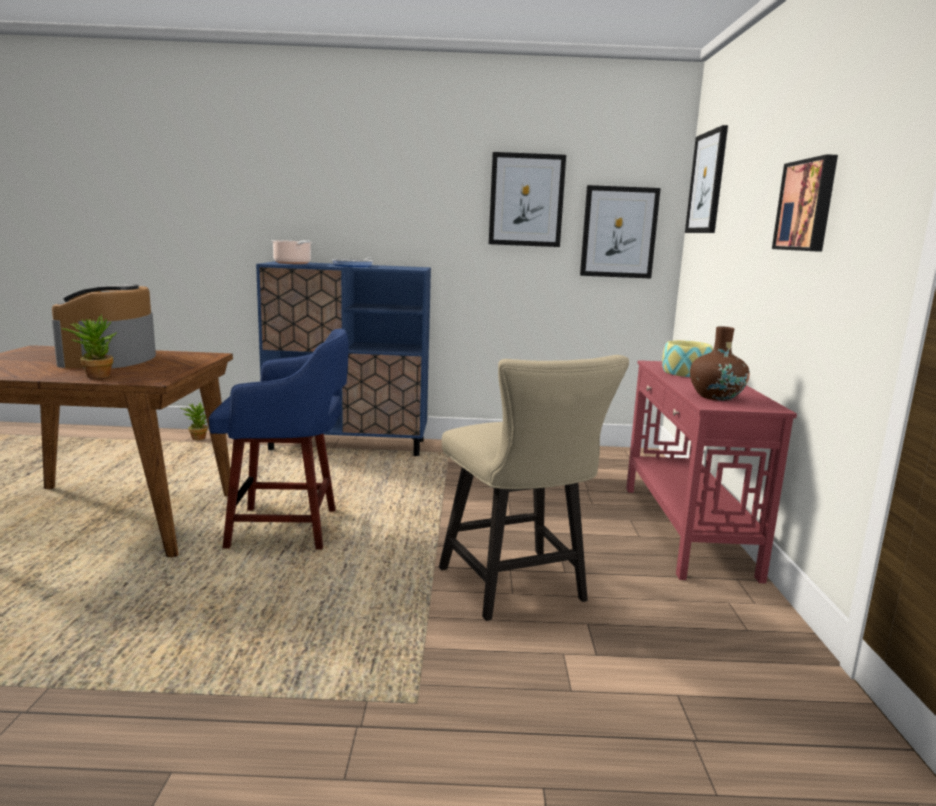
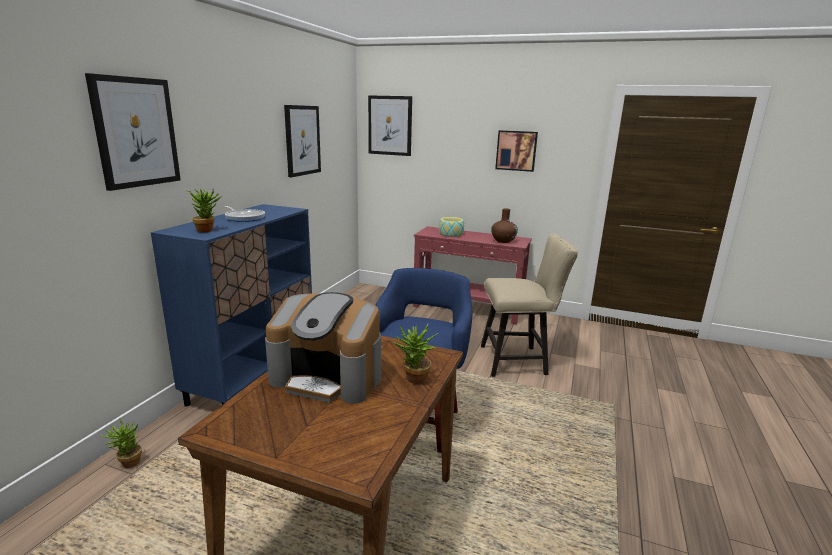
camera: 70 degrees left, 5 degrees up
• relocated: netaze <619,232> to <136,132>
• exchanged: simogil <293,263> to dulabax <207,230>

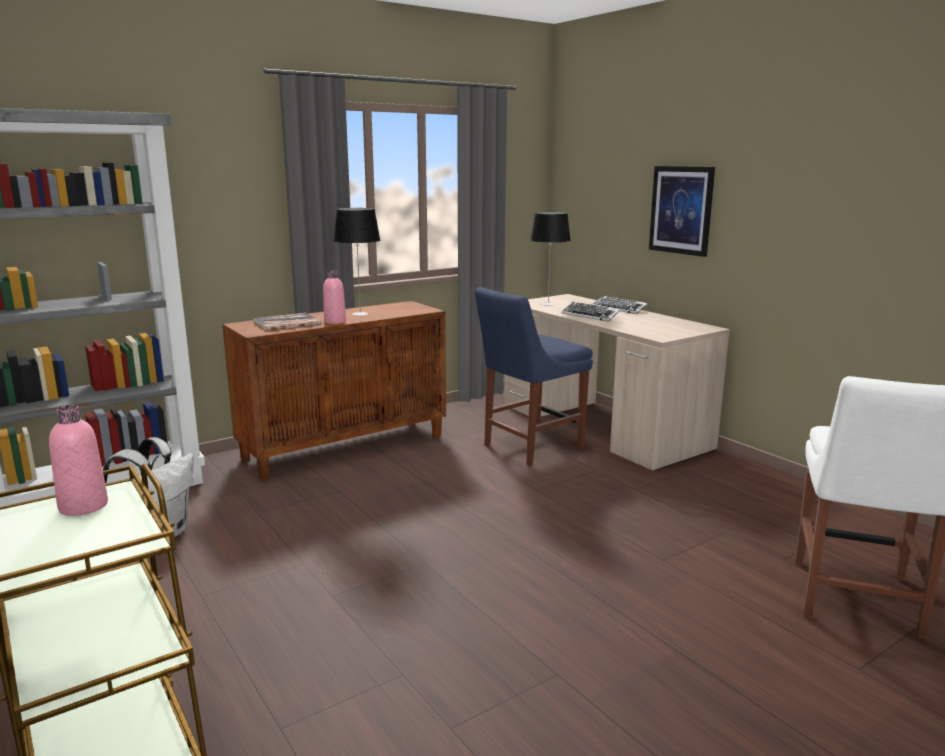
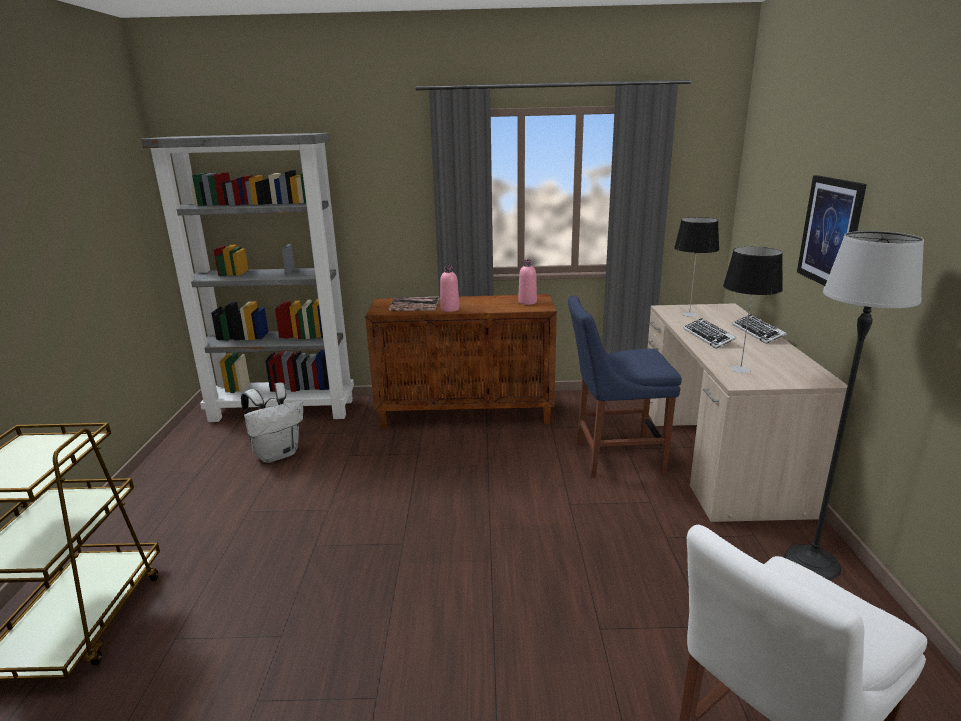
camera: 35 degrees right, 5 degrees up
• relocated: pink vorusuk <83,506> to <527,302>
• relocated: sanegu <360,313> to <740,369>
• appeared: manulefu <812,562>

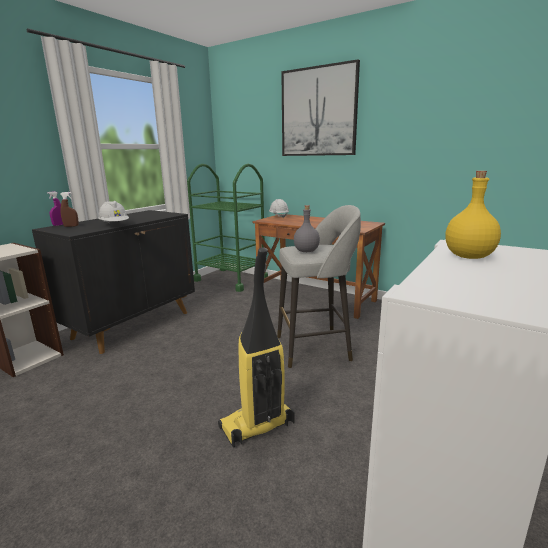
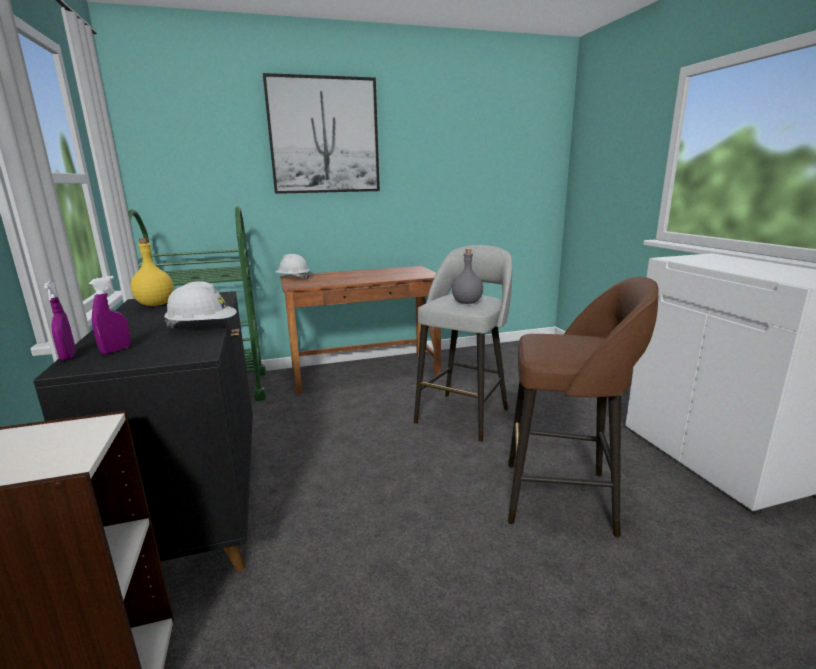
camera: 50 degrees left, 0 degrees up
• colour: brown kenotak <71,226> to purple kenotak <116,350>
• relocated: yellow vorusuk <467,256> to <155,304>
• exchanged: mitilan <256,426> to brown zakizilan <562,498>

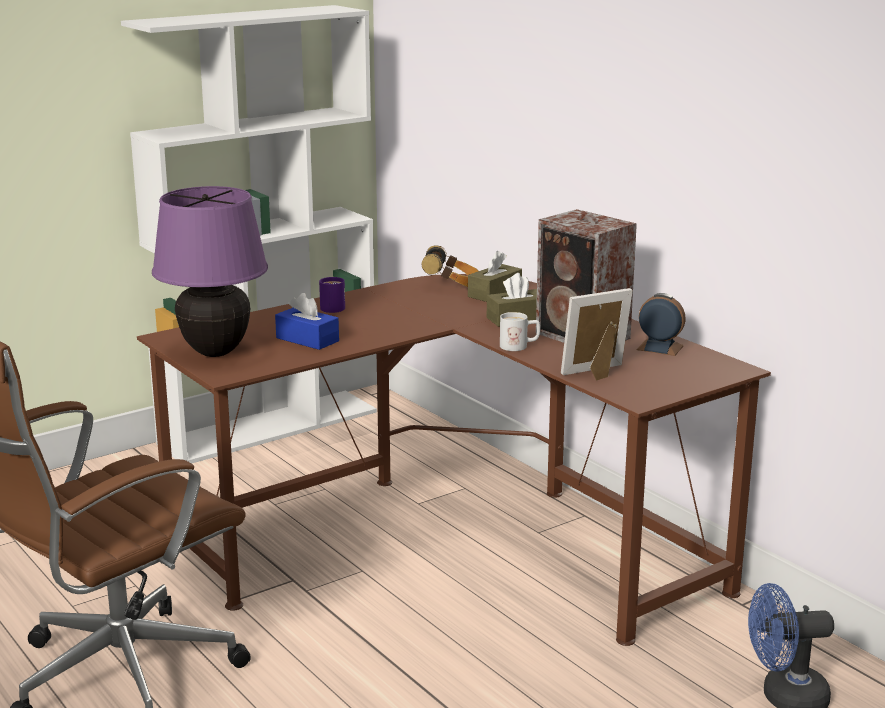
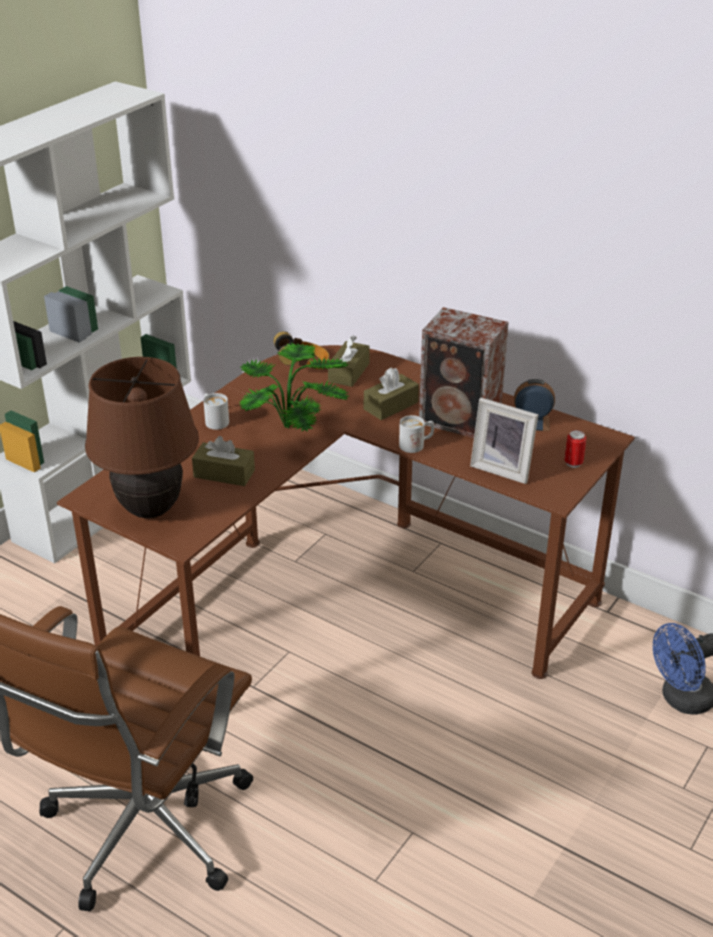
camera: 20 degrees left, 15 degrees up
• colour: purple sanegu <215,352> to brown sanegu <151,510>
• colour: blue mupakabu <307,339> to brown mupakabu <224,473>
• colour: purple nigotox <331,307> to white nigotox <214,420>
• appeared: dulabax <294,427>
• spun: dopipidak <598,373> = <503,468> 105 degrees counterclockwise
• appeared: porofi <573,463>

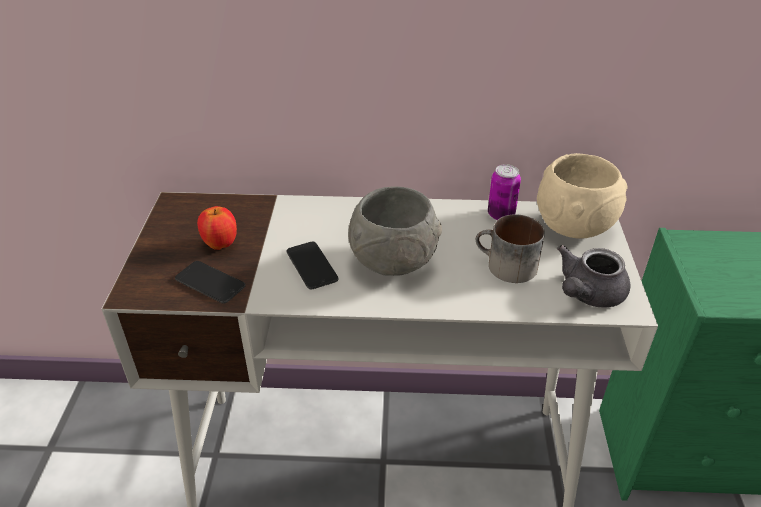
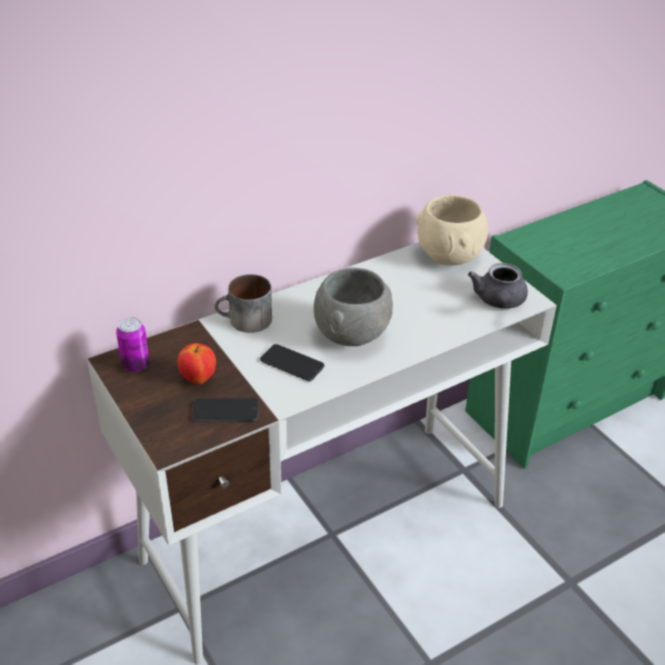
camera: 35 degrees left, 0 degrees up
• relocated: porofi <501,215> to <136,365>
• relocated: nigotox <505,266> to <245,321>

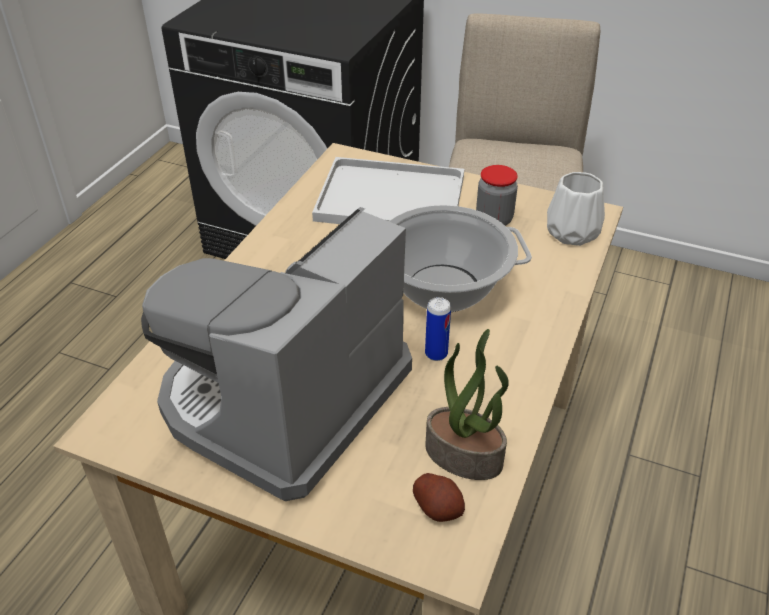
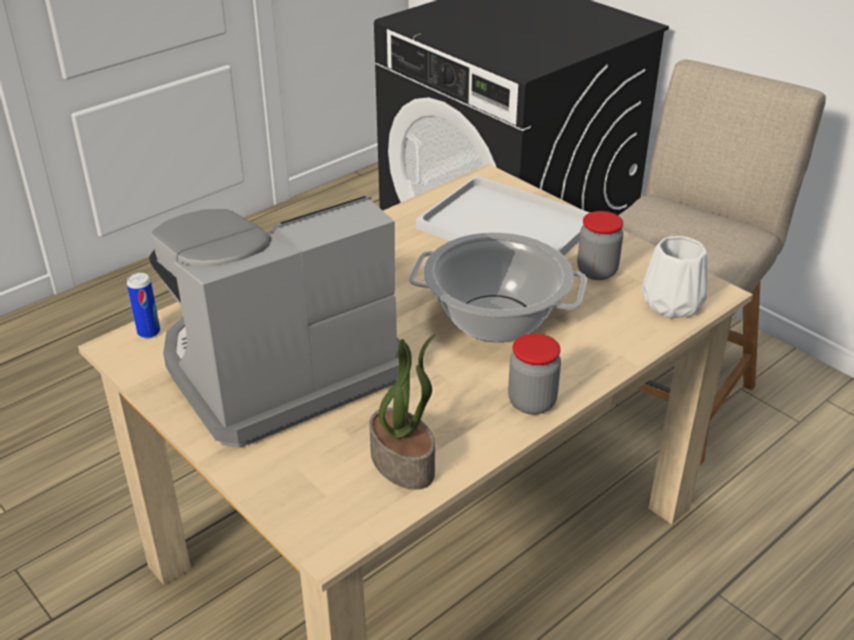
camera: 25 degrees right, 5 degrees down
• relocated: porofi <436,354> to <149,332>
• appeared: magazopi <532,402>
• missing: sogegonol <438,507>

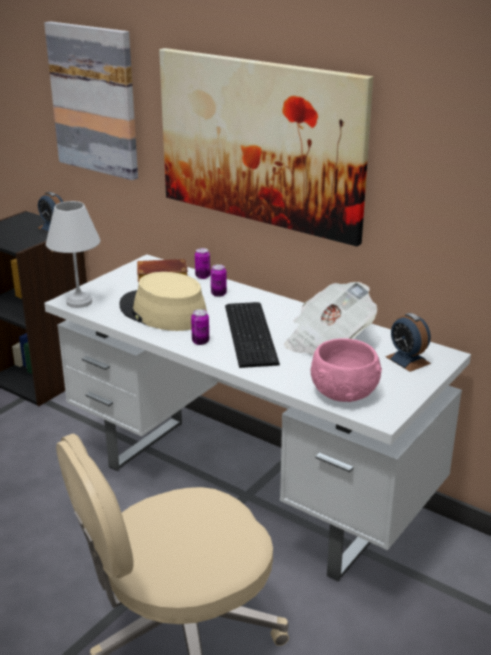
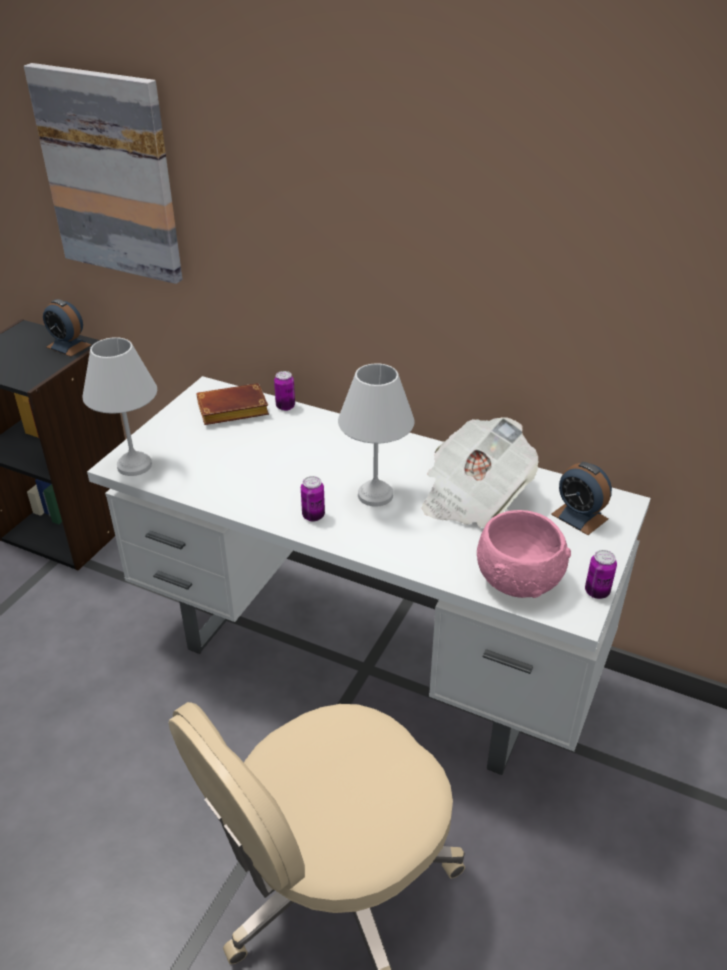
camera: 10 degrees left, 10 degrees up
• exchanged: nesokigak <252,333> to white sanegu <375,494>
• relocated: porofi <218,294> to <597,592>
• missing: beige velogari <163,312>
• missing: netaze <260,142>

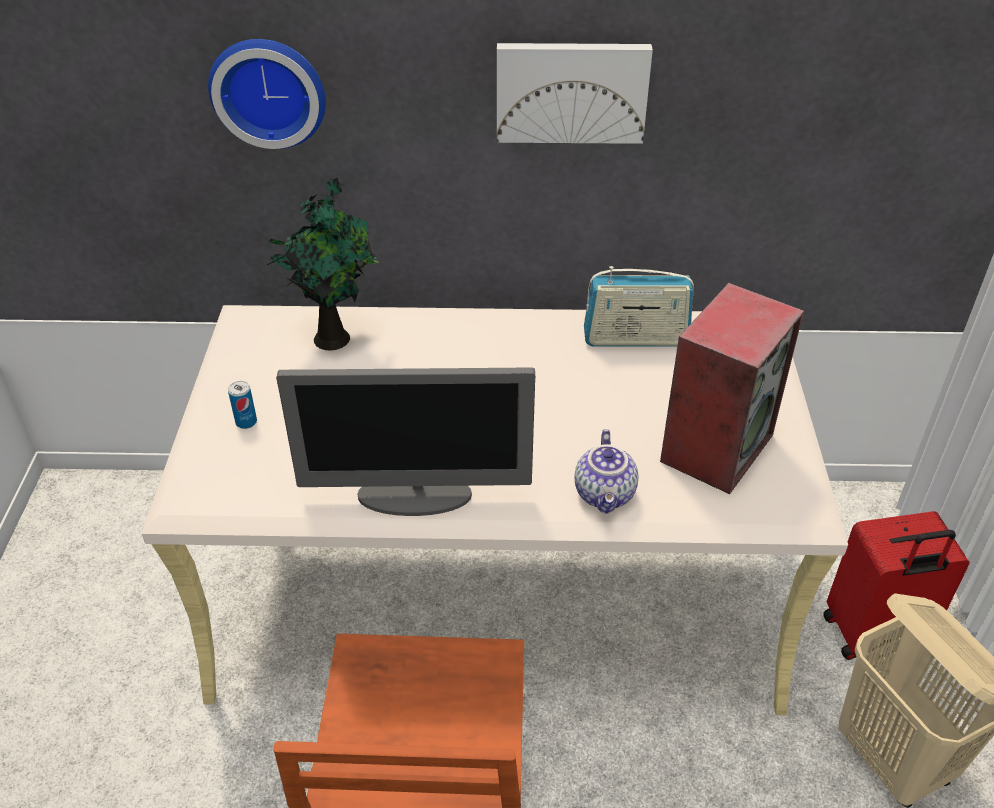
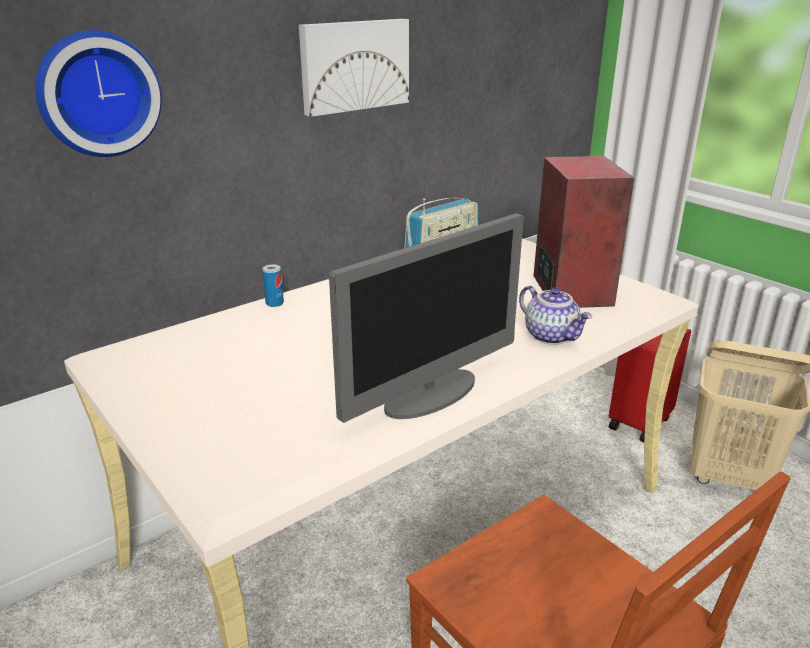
camera: 40 degrees left, 15 degrees down
• relocated: porofi <246,422> to <274,303>
• missing: dulabax <334,337>

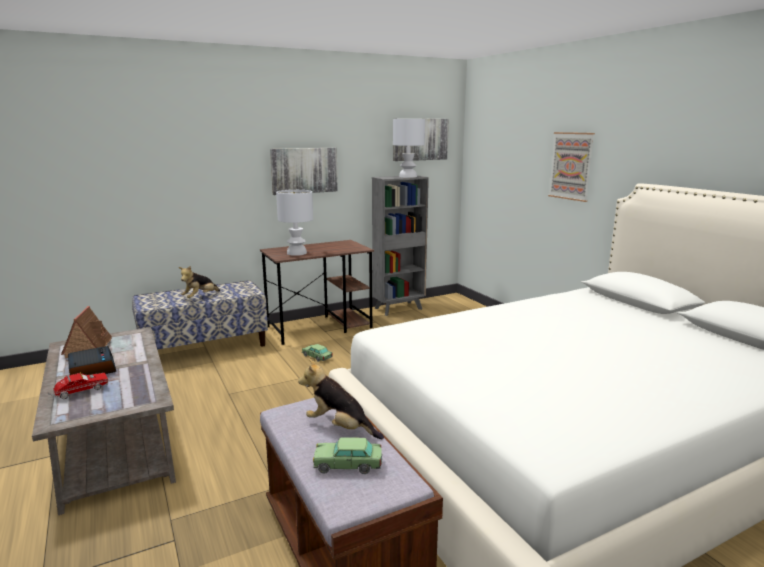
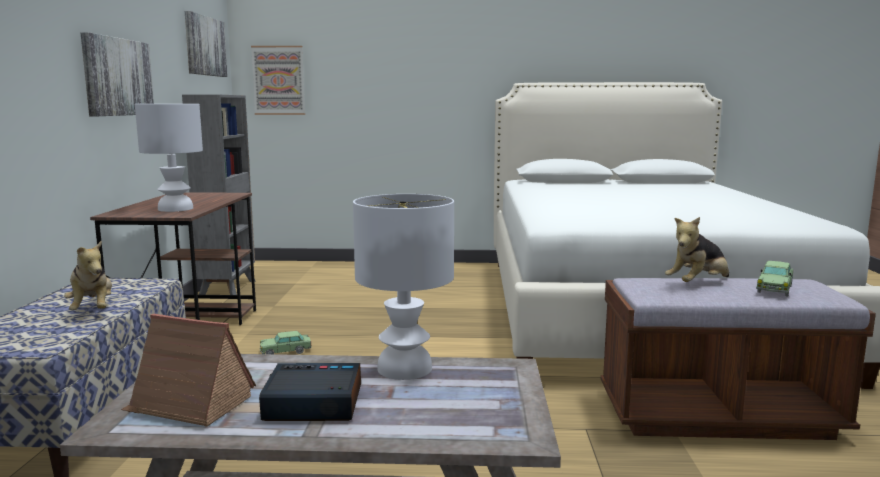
camera: 60 degrees left, 5 degrees down
• relocated: netaze <571,166> to <278,80>
• relocated: white sanegu <408,176> to <405,368>
• missing: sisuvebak <79,392>

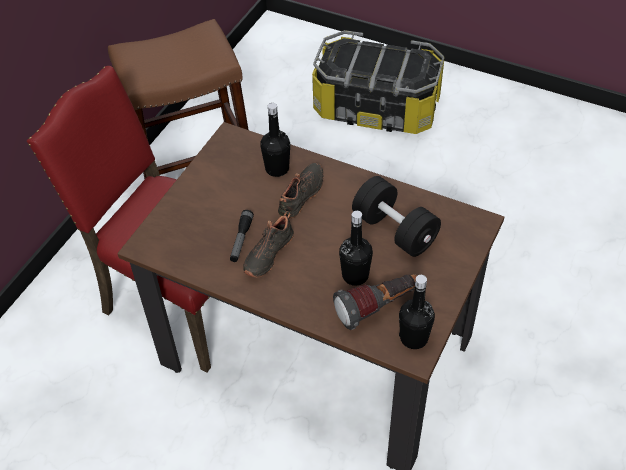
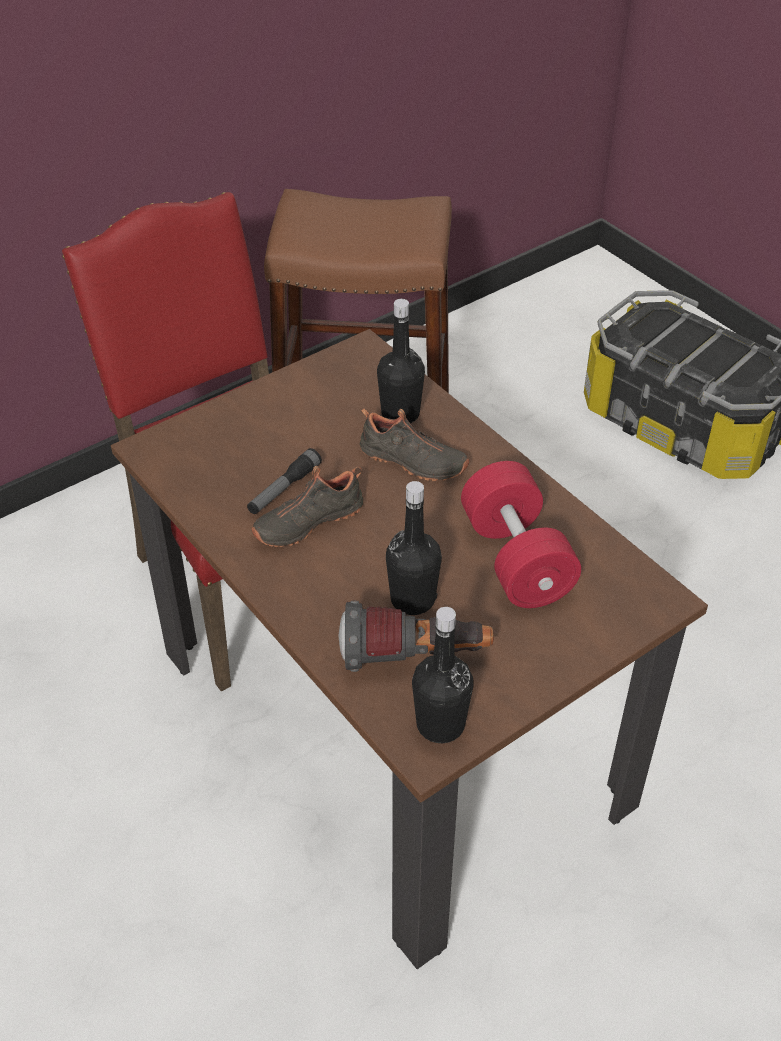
camera: 25 degrees right, 5 degrees down
• spun: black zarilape <302,196> = <412,462> 60 degrees clockwise
• colour: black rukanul <394,230> to red rukanul <516,559>

